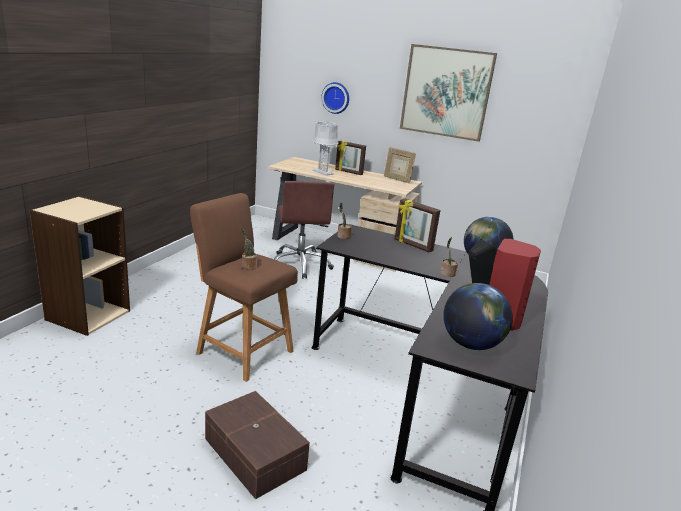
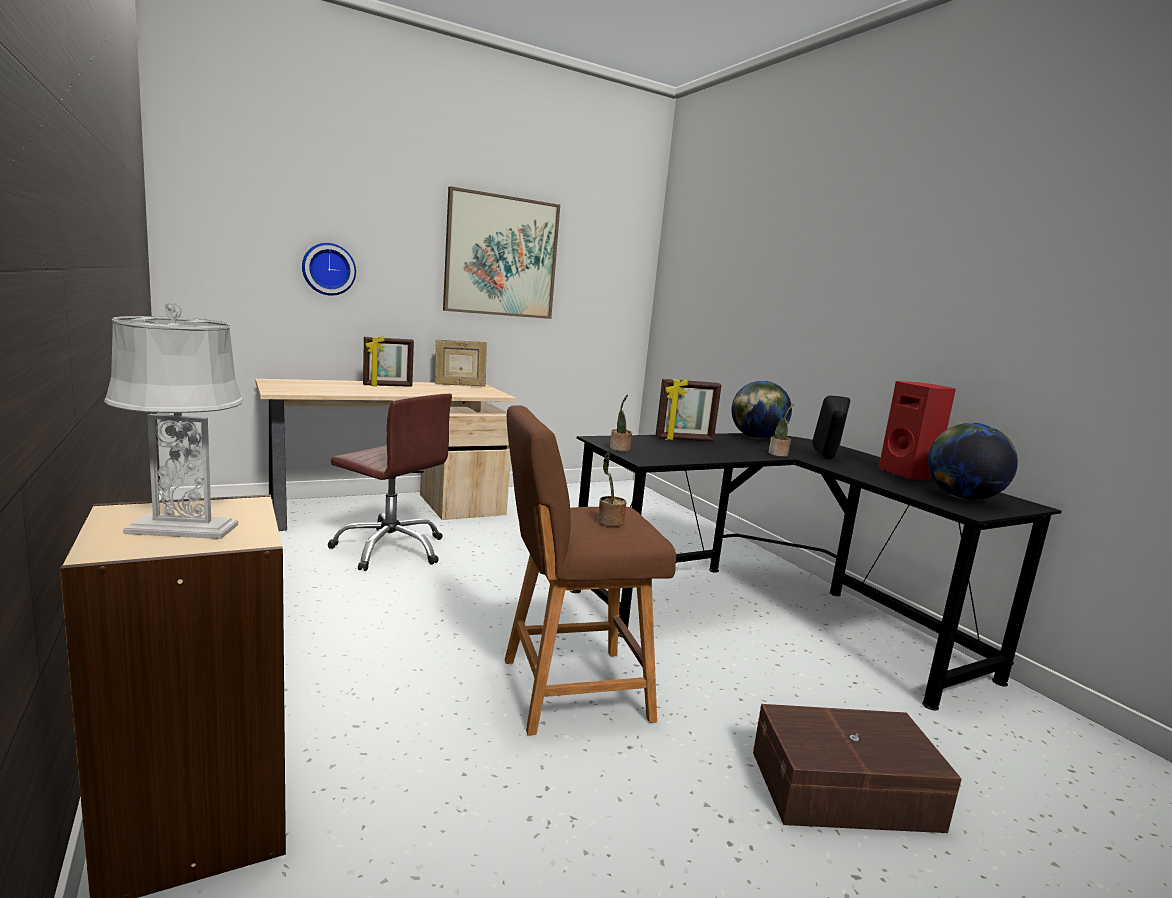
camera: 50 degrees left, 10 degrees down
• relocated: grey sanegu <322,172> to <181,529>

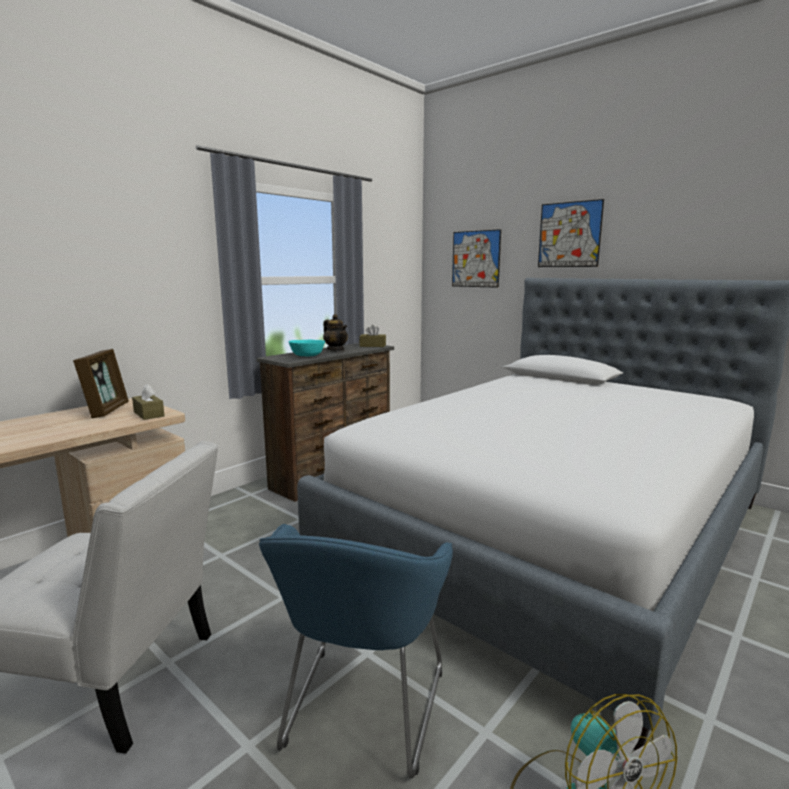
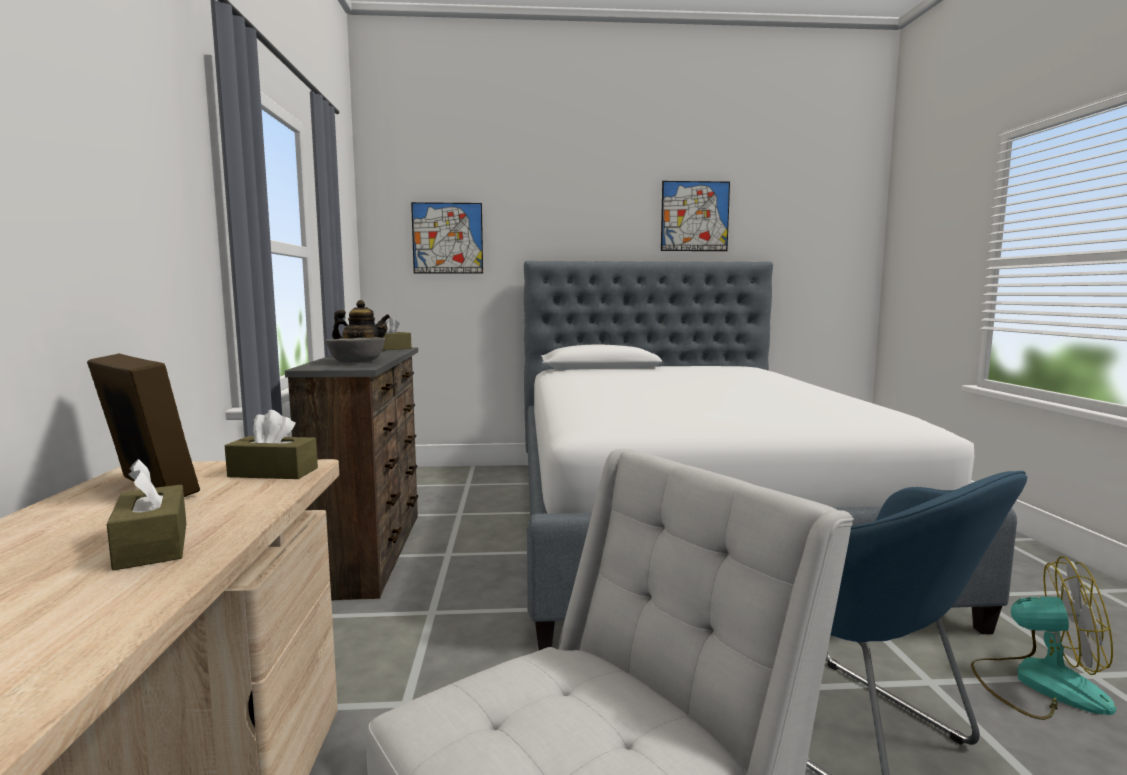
camera: 45 degrees left, 5 degrees down
• appeared: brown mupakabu <152,545>
• colour: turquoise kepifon <307,355> to grey kepifon <356,362>
• relocated: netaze <569,234> to <694,216>

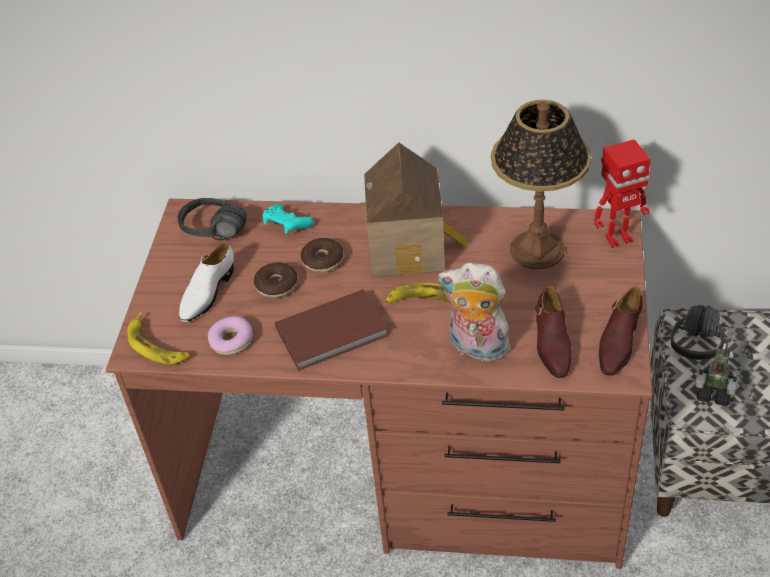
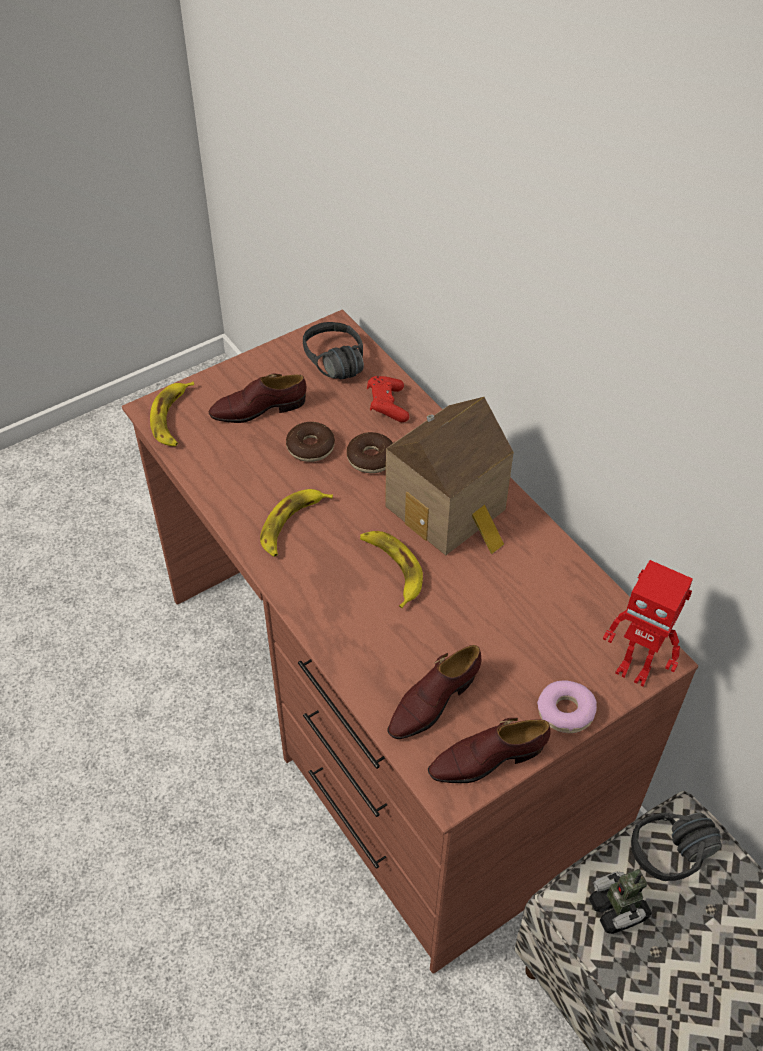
camera: 45 degrees right, 5 degrees up
• colour: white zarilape <207,293> to brown zarilape <258,409>
• exchanged: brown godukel <334,333> to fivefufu <292,525>
• colour: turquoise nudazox <286,226> to red nudazox <387,406>
• relocated: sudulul <231,341> to <565,711>
• missing: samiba <476,348>
• missing: sanegu <537,250>

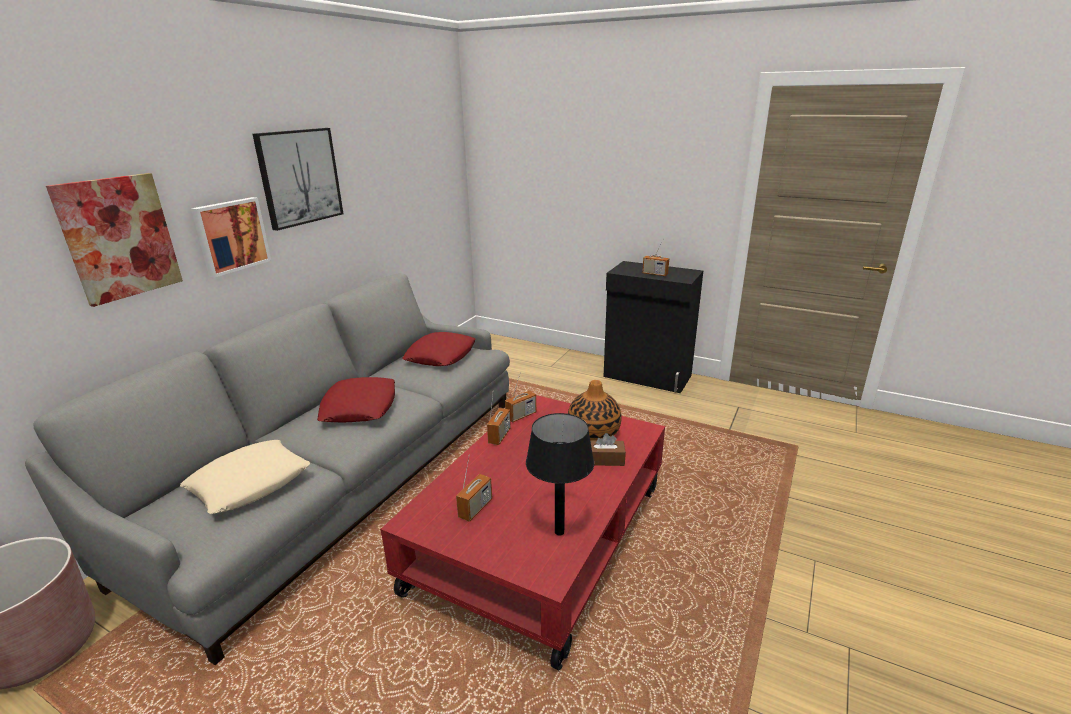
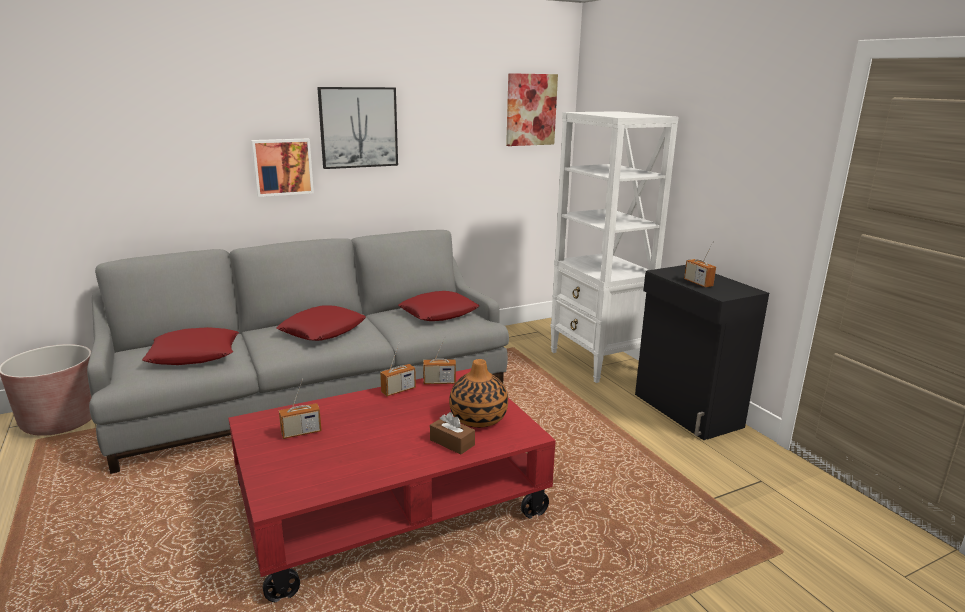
camera: 35 degrees right, 5 degrees down
• colour: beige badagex <250,483> to red badagex <194,354>
• relocated: netaze <119,238> to <531,110>
• appeared: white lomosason <597,361>
• missing: black sanegu <559,532>

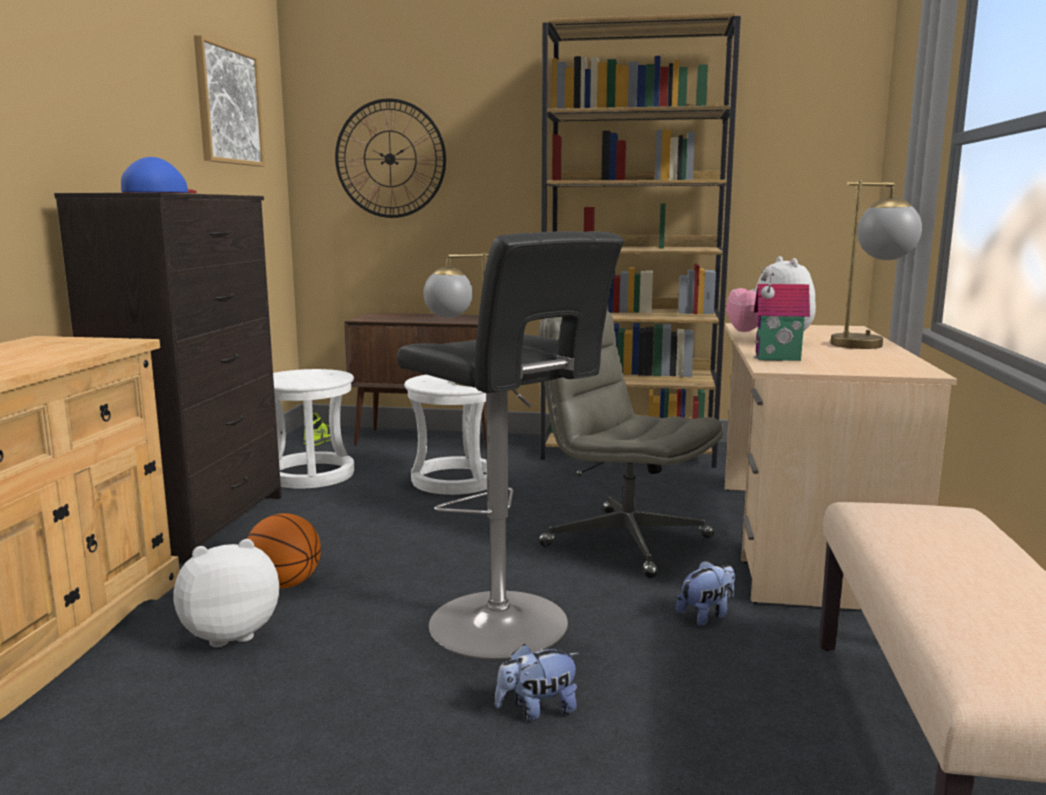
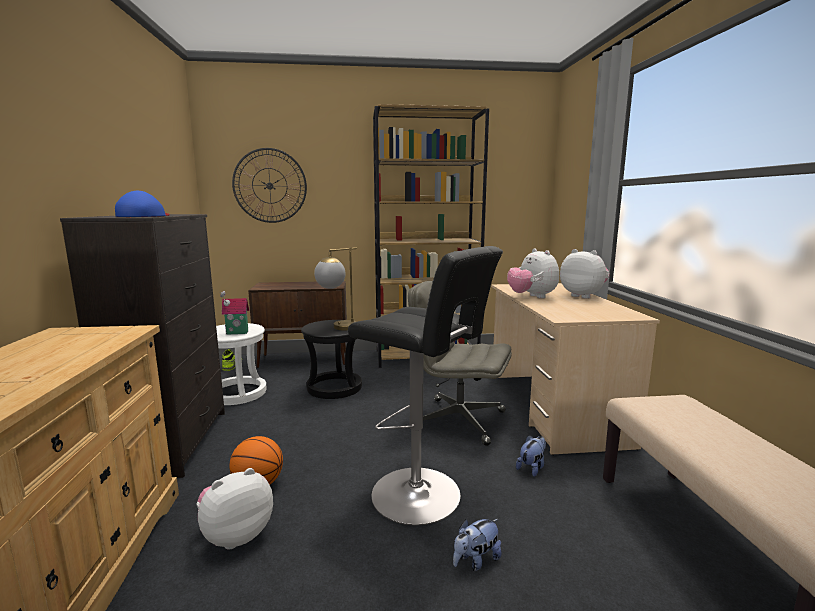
camera: 15 degrees left, 0 degrees up
• relocated: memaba <778,359> to <236,333>
• colour: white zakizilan <455,480> to black zakizilan <334,387>
• exchanged: sanegu <868,343> to samiba <583,296>
• missing: netaze <228,106>

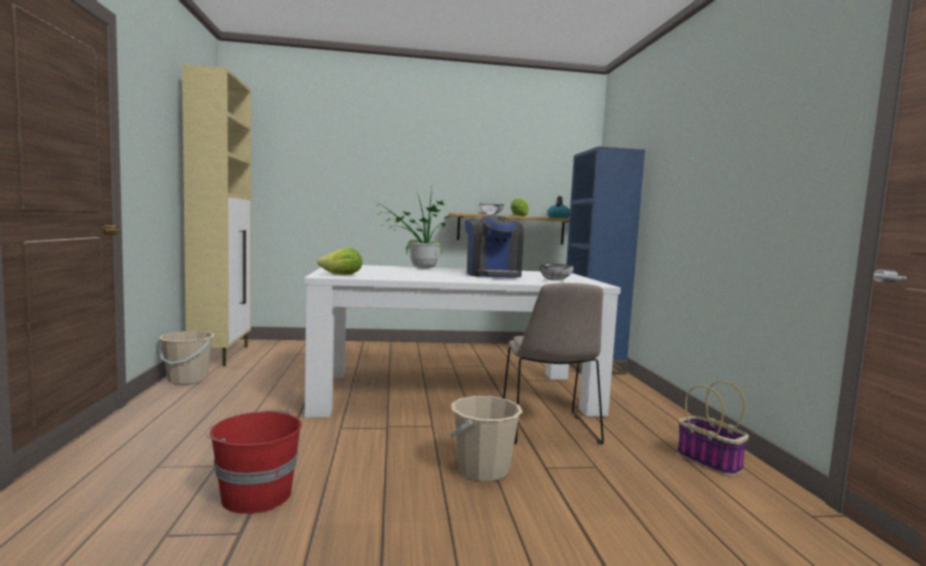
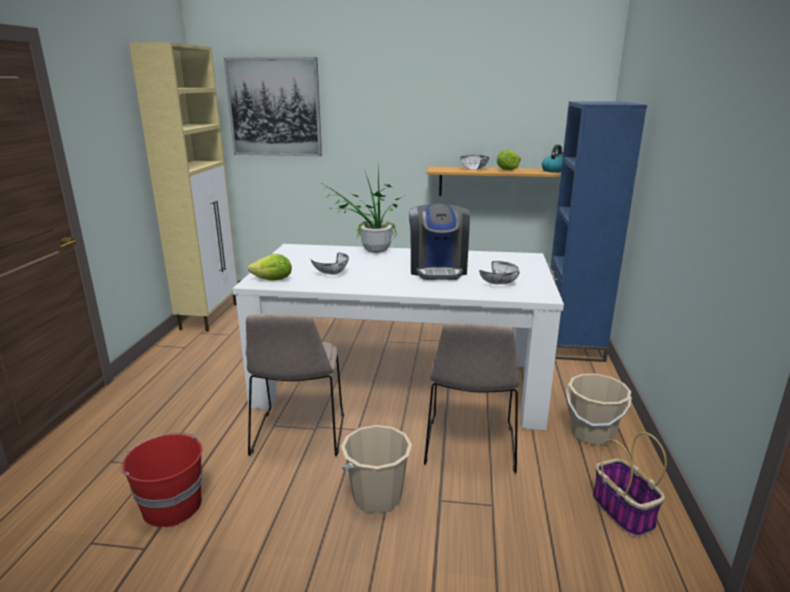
camera: 15 degrees right, 15 degrees up
• appeared: netaze <274,107>
• appeared: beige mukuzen <298,436>
• appeared: white kepifon <333,274>
• relocated: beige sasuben <187,380> to <592,433>

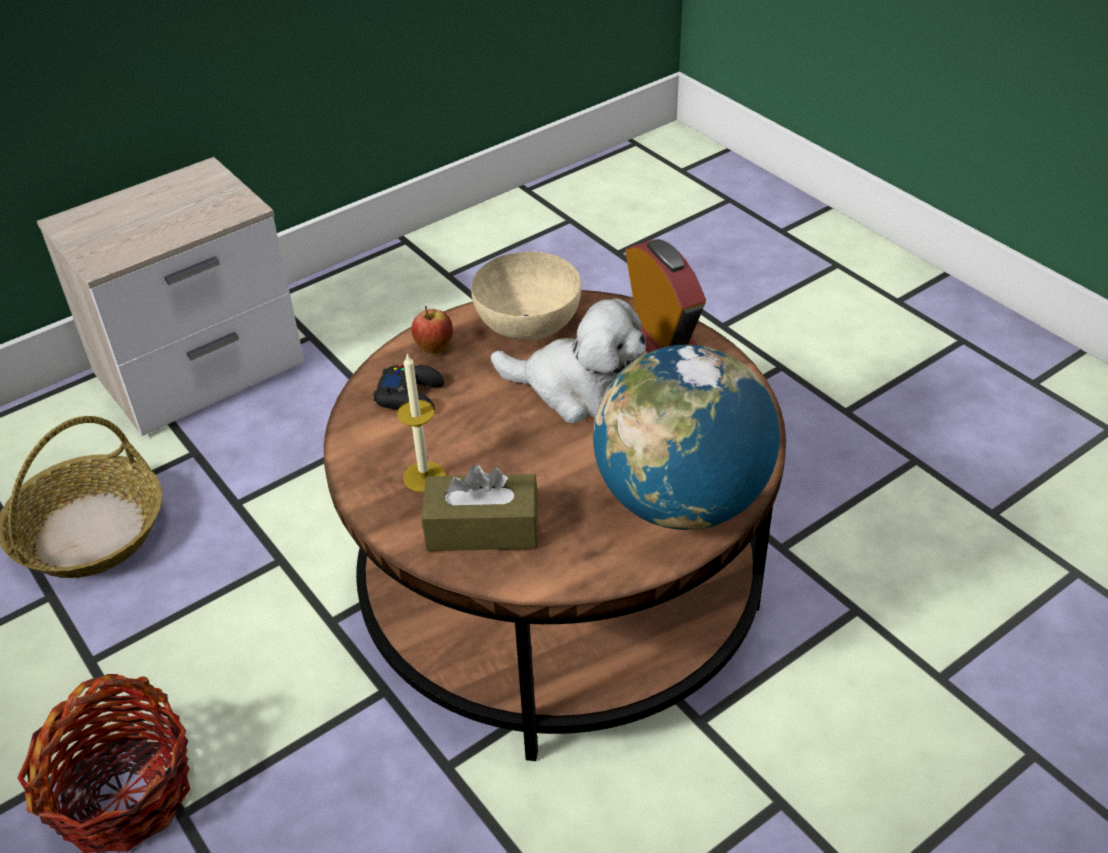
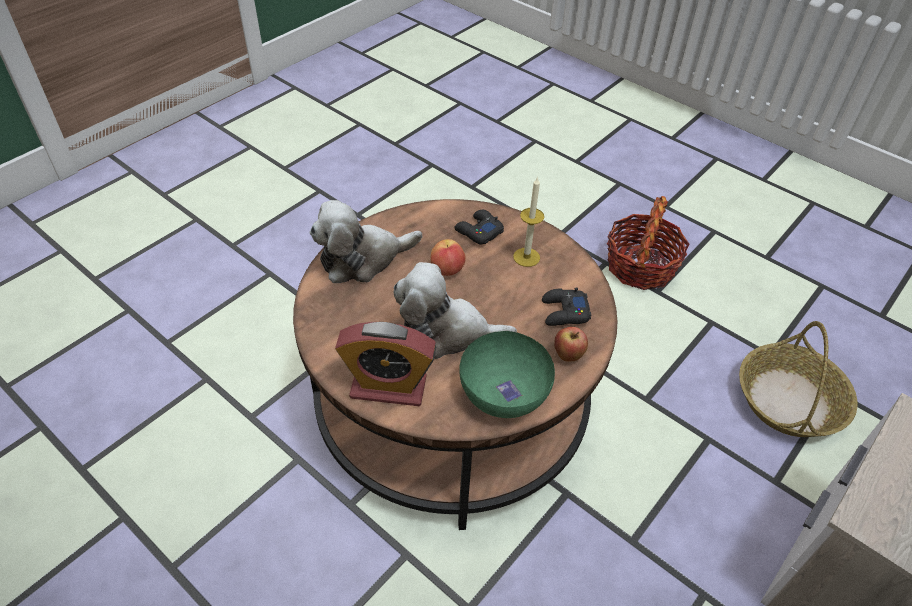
camera: 165 degrees right, 5 degrees up
• exchanged: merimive <682,502> to samiba <363,259>
• spun: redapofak <661,340> = <388,387> 45 degrees counterclockwise
• appeared: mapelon <447,270>
• exchanged: brown mupakabu <482,528> to black nudazox <478,231>
• colour: beige kepifon <529,323> to green kepifon <503,392>

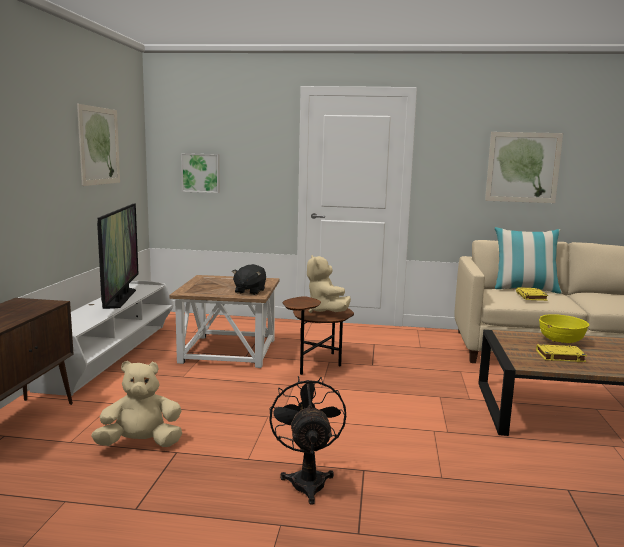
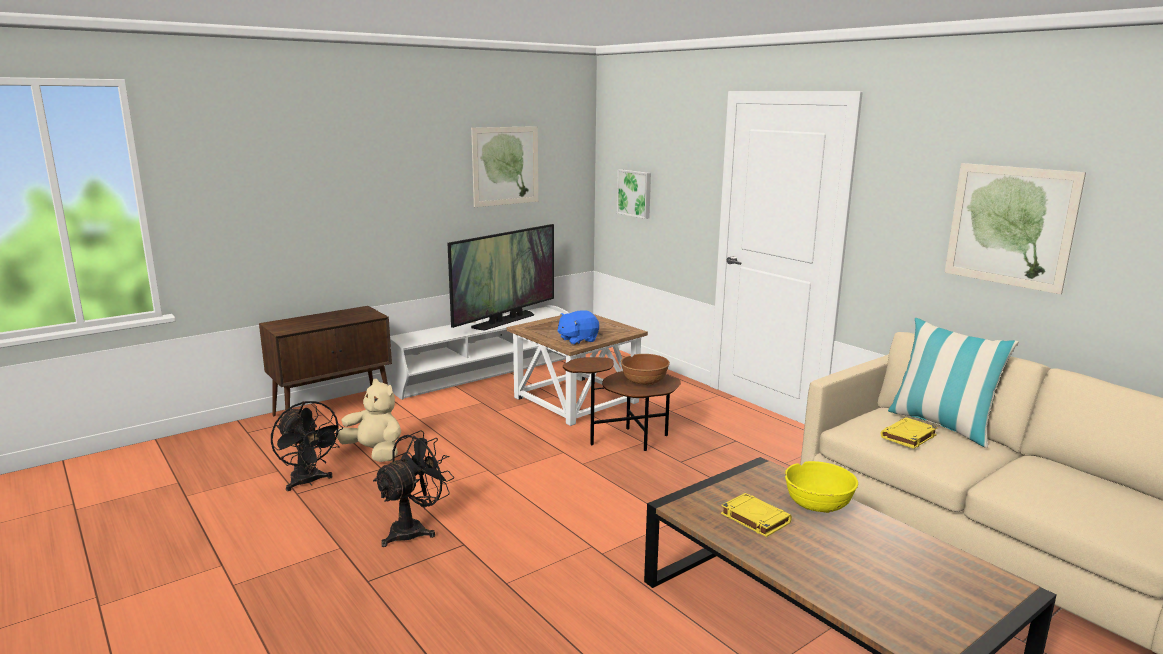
camera: 45 degrees right, 5 degrees up
• appeared: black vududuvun <308,482>
• colour: black samiba <249,291> to blue samiba <577,340>
• exchanged: beige samiba <325,311> to brown kepifon <644,382>

